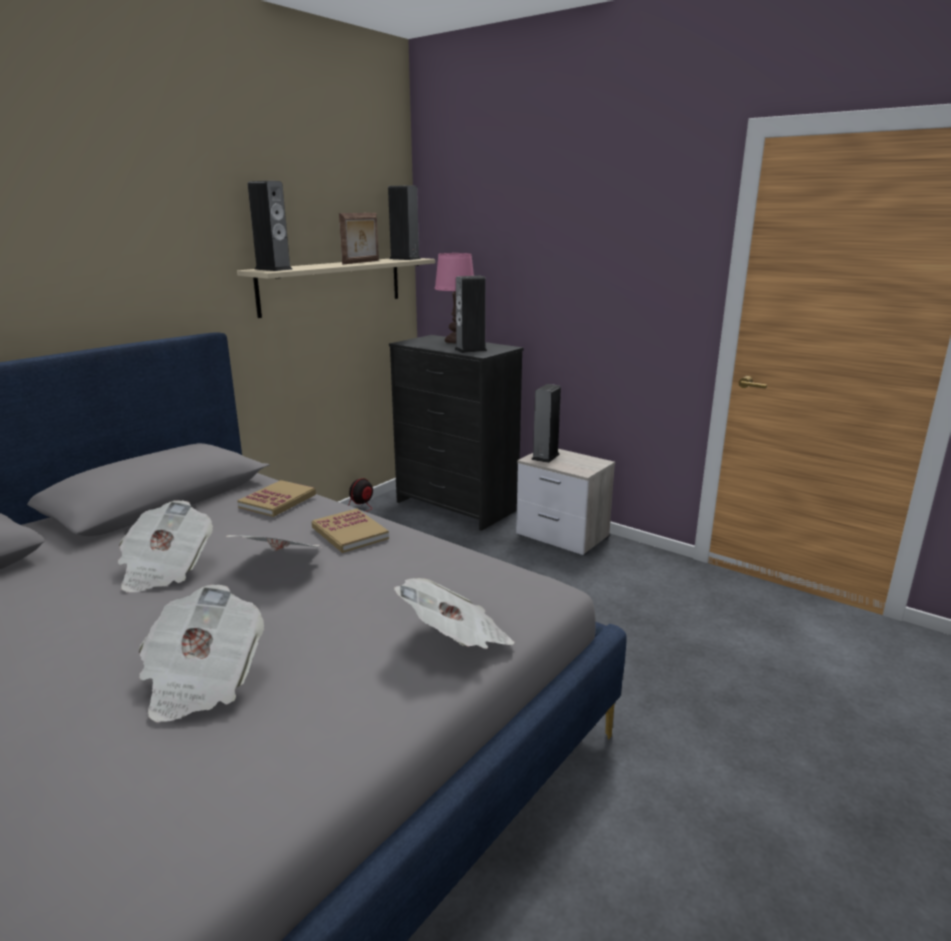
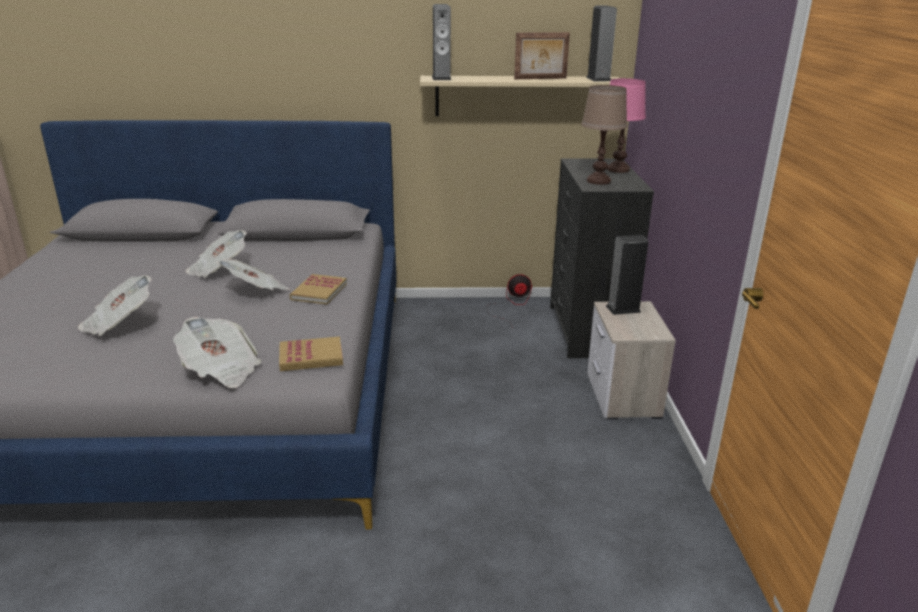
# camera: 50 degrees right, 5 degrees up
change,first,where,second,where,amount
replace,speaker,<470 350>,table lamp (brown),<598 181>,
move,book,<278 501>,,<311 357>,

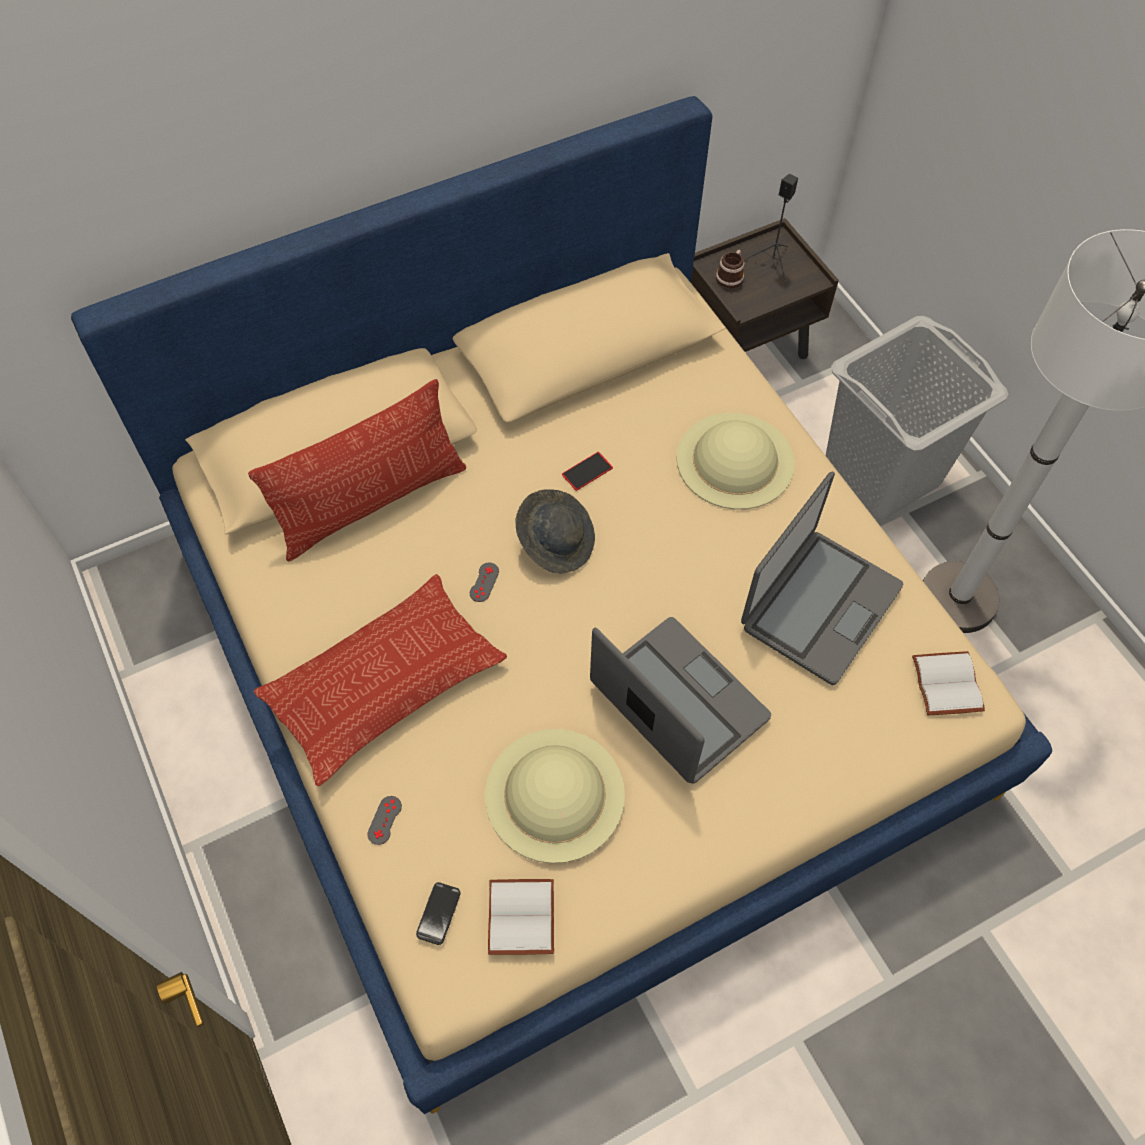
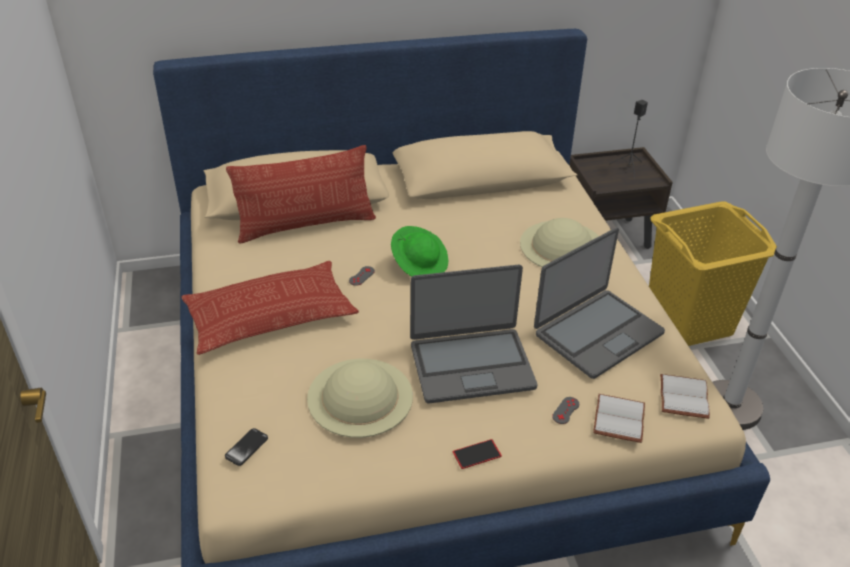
# camera: 15 degrees right, 20 degrees down
change,first,where,second,where,amount
delete,mug,<731 276>,,,
recolor,laundry basket (grey),<882 474>,laundry basket (yellow),<689 322>,
move,phone,<587 471>,,<477 454>,
recolor,hat (grey),<556 541>,hat (green),<420 264>,
rotate,laptop,<677 702>,,<471 365>,105 degrees clockwise
move,game controller (grey),<384 820>,,<565 410>,
move,book (white),<523 918>,,<620 420>,

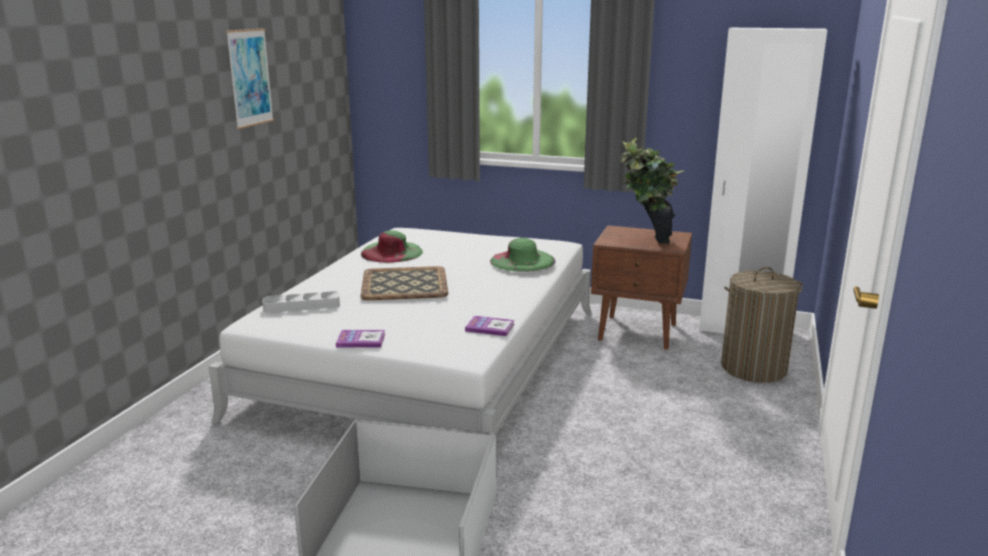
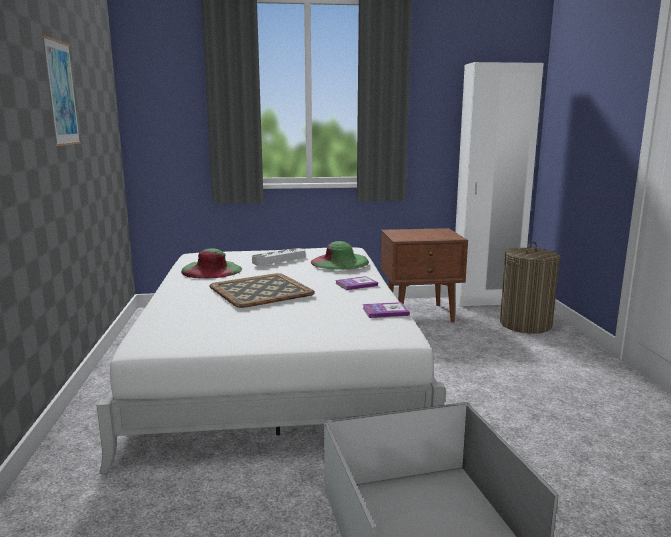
# camera: 25 degrees left, 5 degrees down
change,first,where,second,where,amount
delete,potted plant,<646 242>,,,
move,tray (grey),<302 306>,,<279 260>,
move,book,<361 340>,,<356 284>,

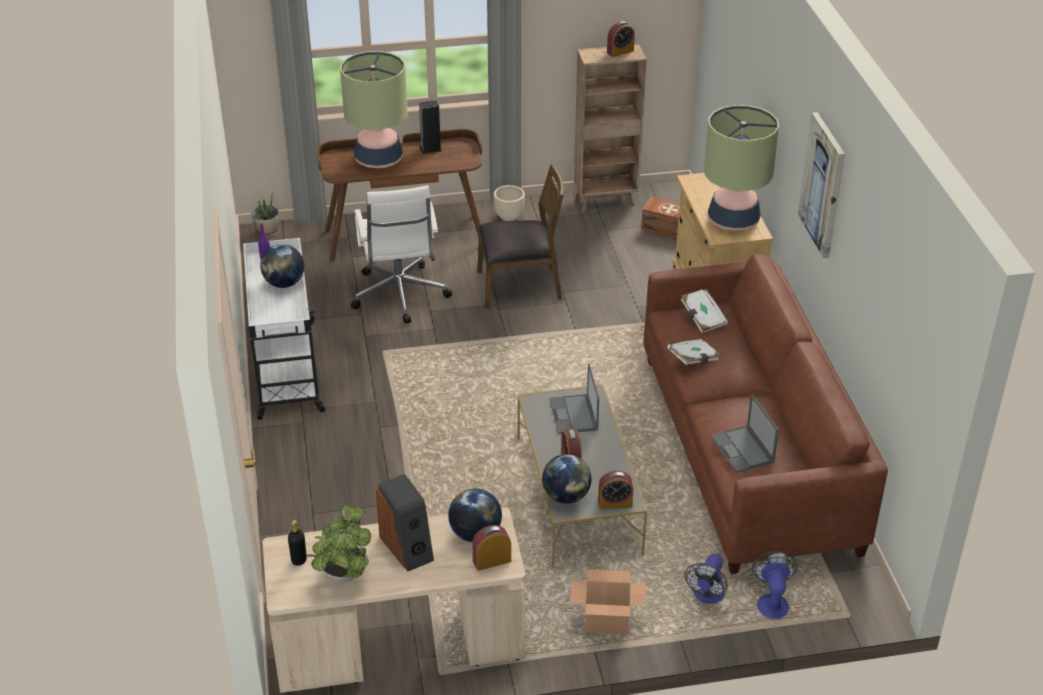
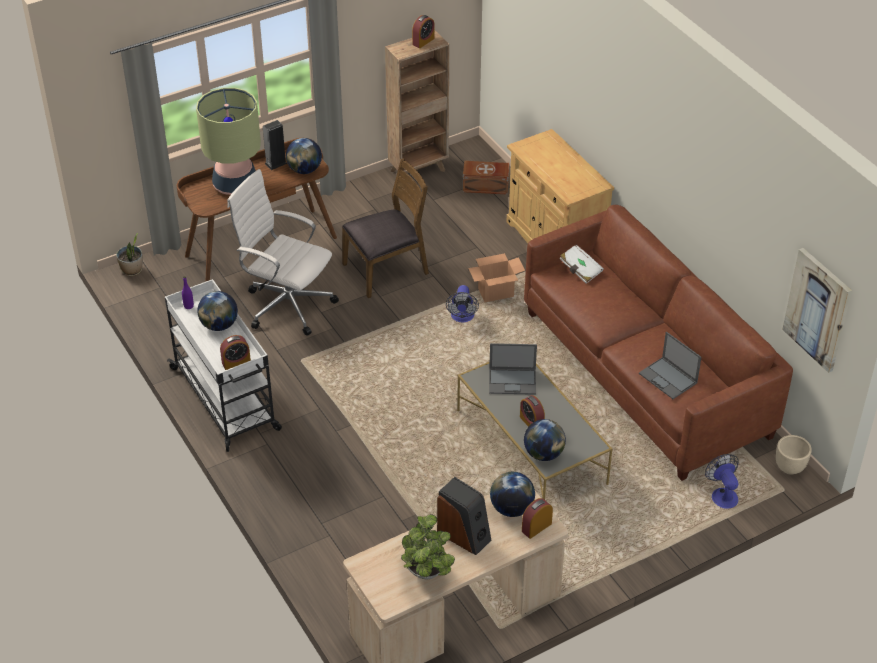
# camera: 20 degrees left, 5 degrees up
change,first,where,second,where,amount
delete,table lamp,<733 220>,,,
move,picture,<823 185>,,<818 309>,
move,planter (beige),<509 217>,,<790 468>,
rotate,office chair (white),<399 296>,,<287 304>,150 degrees clockwise
delete,book (white),<694 360>,,,
rotate,laptop,<574 415>,,<513 381>,60 degrees counterclockwise
move,alarm clock,<615 503>,,<236 362>,
delete,bottle (black),<299 560>,,,
move,fan,<707 596>,,<462 318>,
move,cardboard box,<606 622>,,<495 293>,
insert,,,globe,<304 170>,

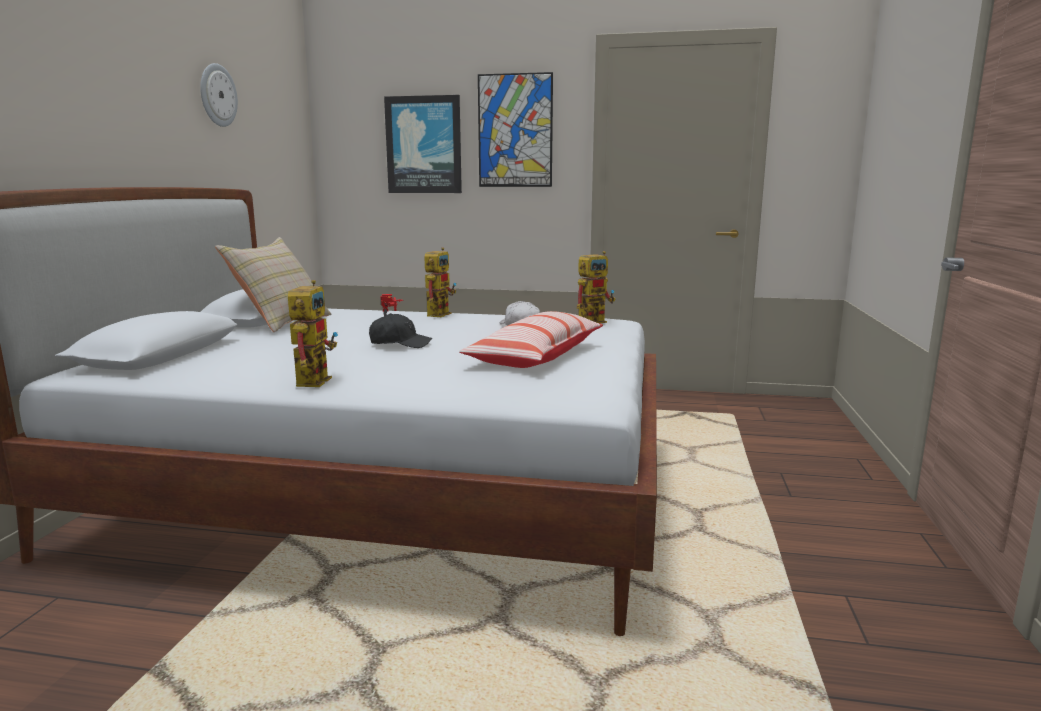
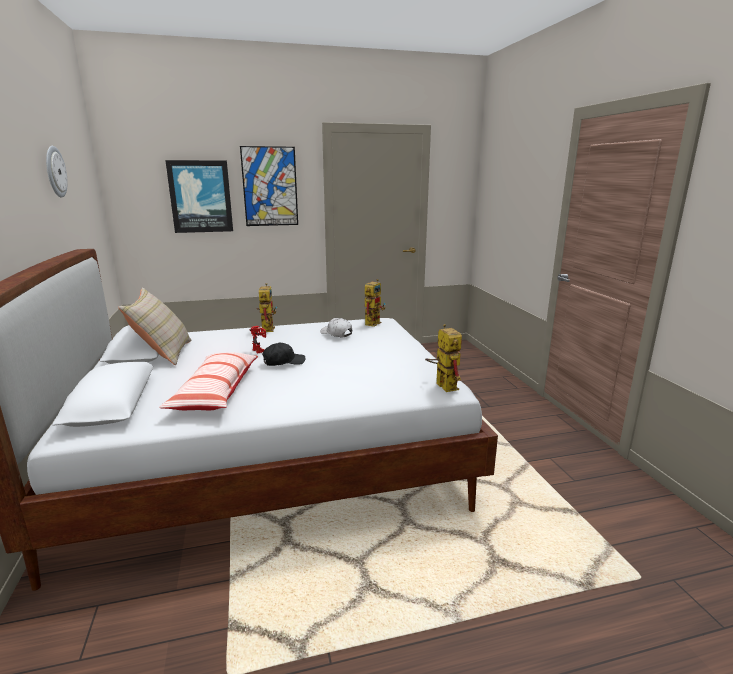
# camera: 25 degrees left, 5 degrees up
change,first,where,second,where,amount
move,toy robot,<313 379>,,<442 384>,
move,pillow,<537 357>,,<216 392>,

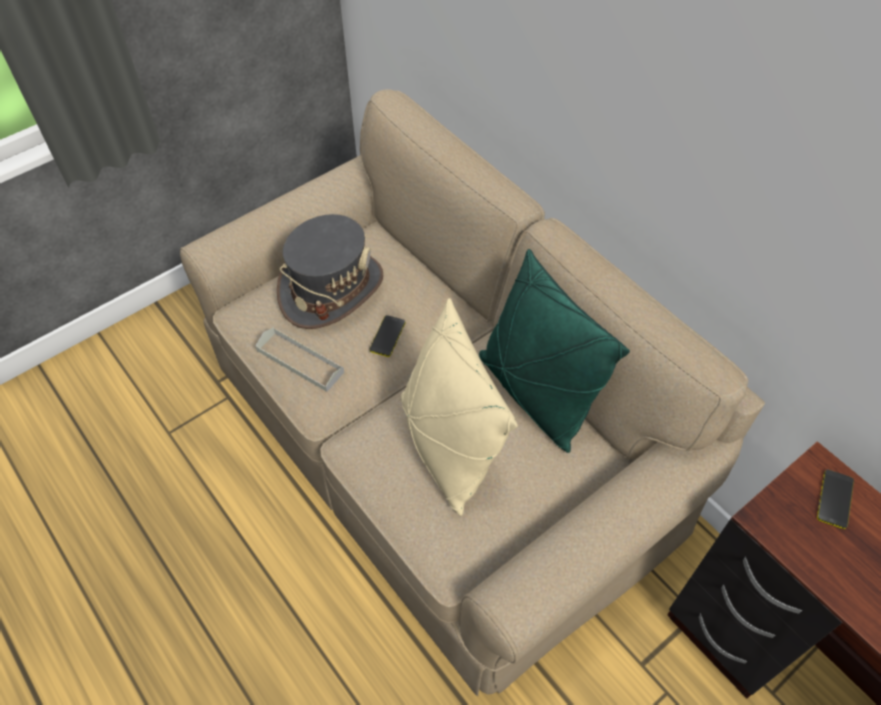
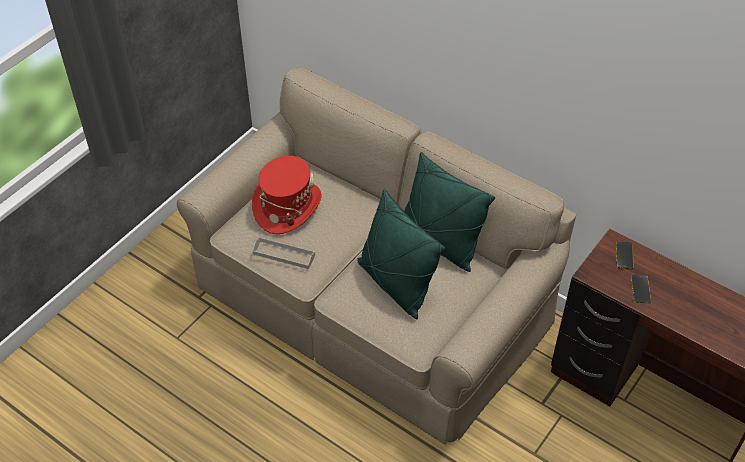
# camera: 15 degrees left, 5 degrees down
change,first,where,second,where,amount
recolor,hat (grey),<331 289>,hat (red),<287 206>,
recolor,pillow (beige),<447 447>,pillow (green),<395 284>,
move,phone,<387 336>,,<640 289>,

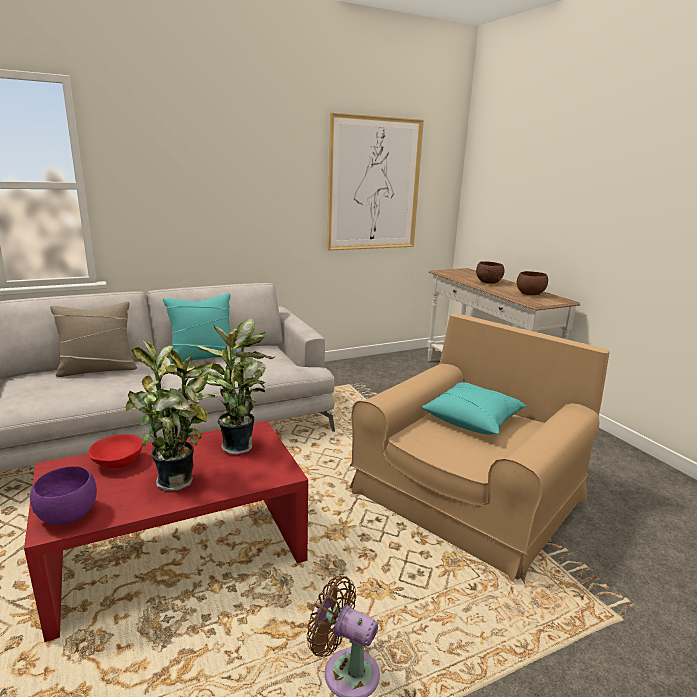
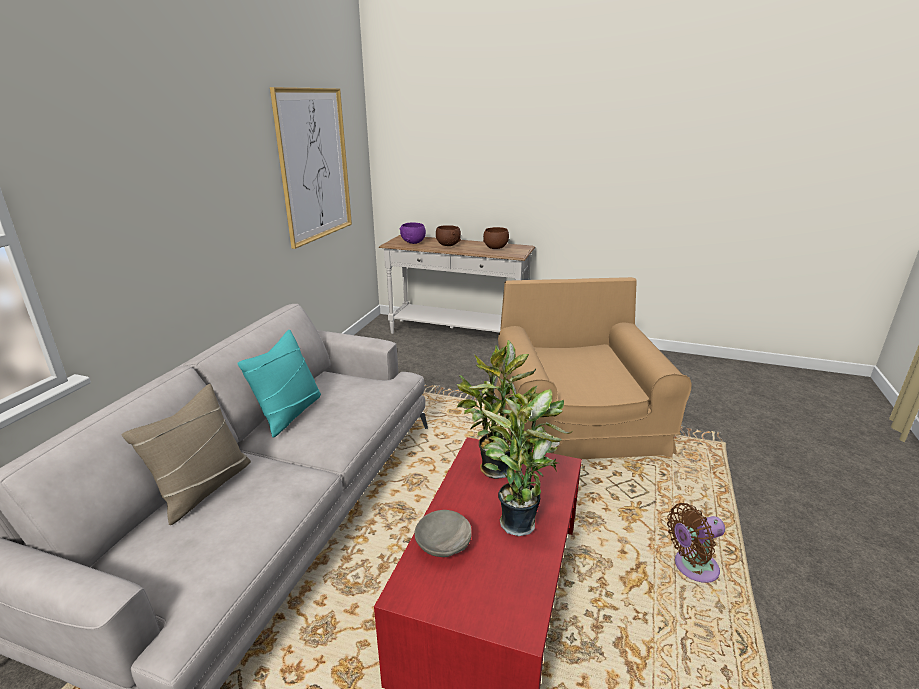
# camera: 45 degrees left, 5 degrees up
change,first,where,second,where,amount
delete,pillow (turquoise),<472 420>,,,
recolor,bowl (red),<118 462>,bowl (grey),<443 545>,
move,bowl (purple),<68 516>,,<413 242>,

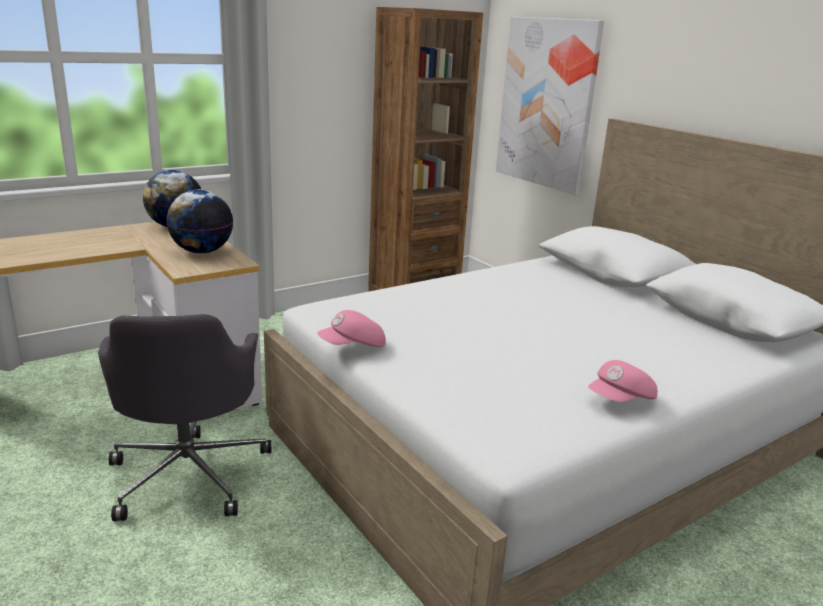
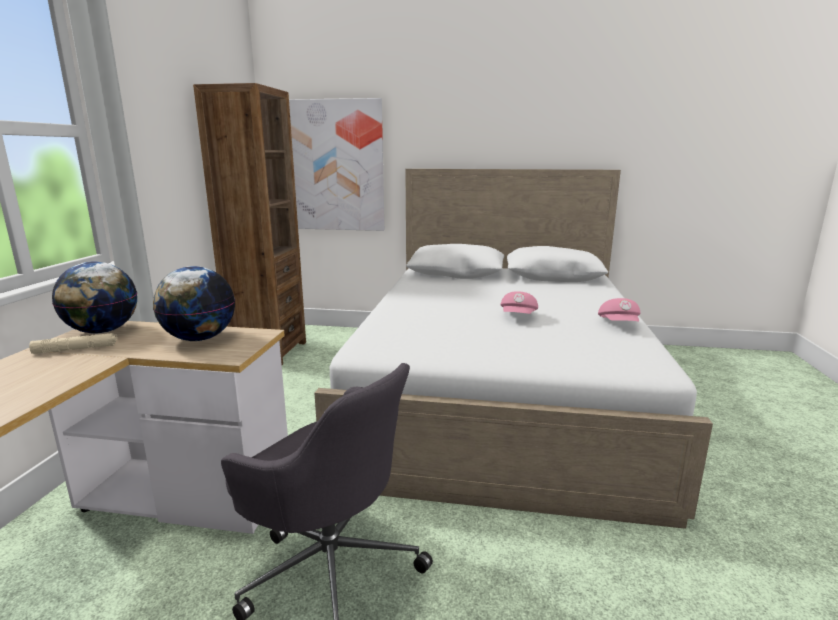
# camera: 45 degrees left, 5 degrees down
change,first,where,second,where,amount
move,cap (pink),<353 346>,,<518 317>,
insert,,,flashlight (beige),<76 349>,

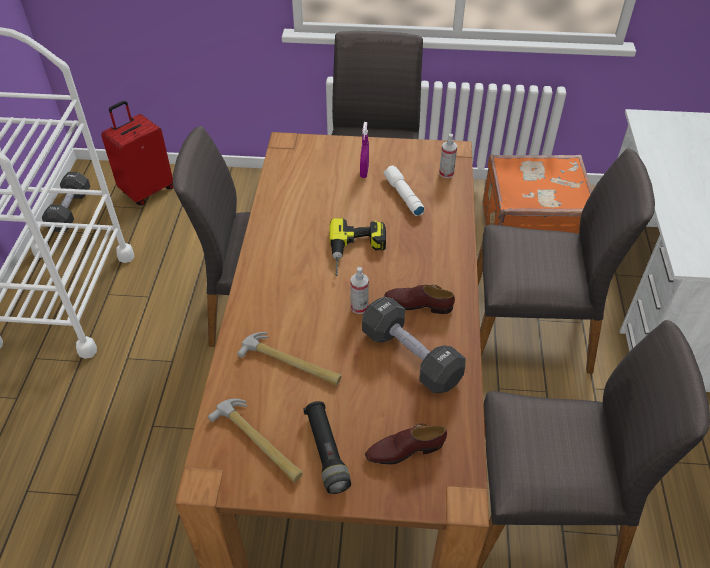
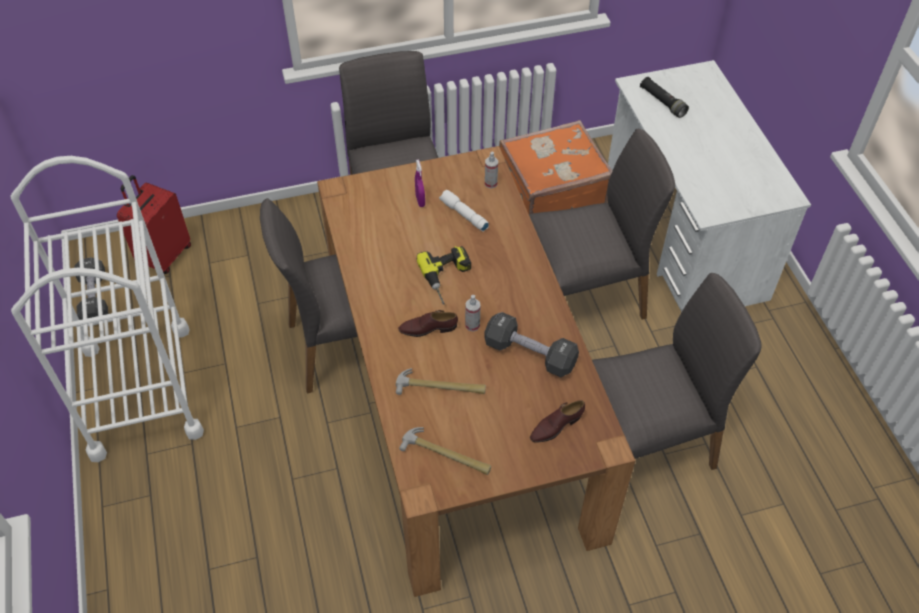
# camera: 20 degrees left, 5 degrees up
change,first,where,second,where,amount
move,shoe (brown),<418 304>,,<428 328>,
move,flashlight (black),<326 452>,,<662 102>,

